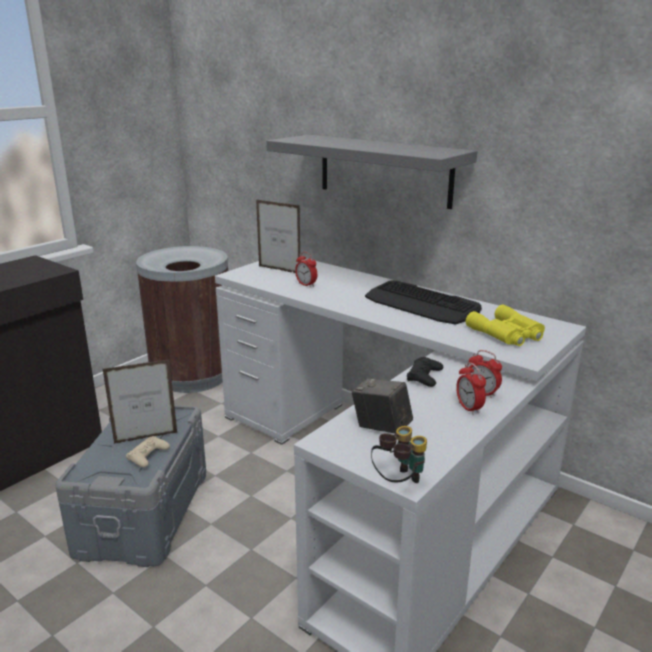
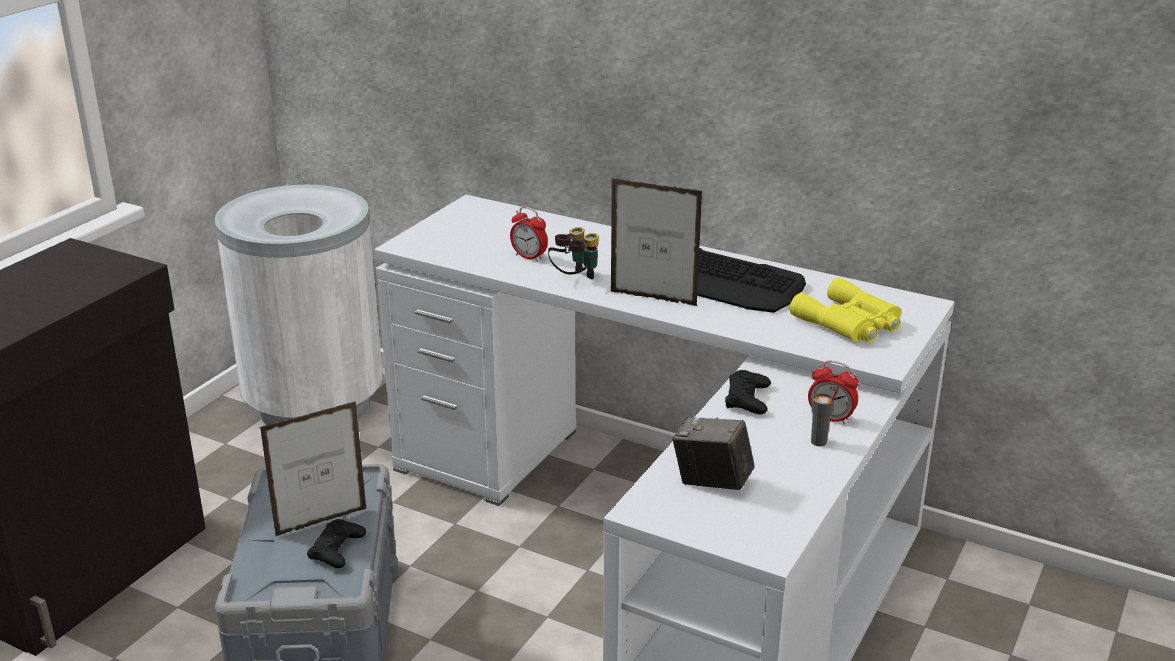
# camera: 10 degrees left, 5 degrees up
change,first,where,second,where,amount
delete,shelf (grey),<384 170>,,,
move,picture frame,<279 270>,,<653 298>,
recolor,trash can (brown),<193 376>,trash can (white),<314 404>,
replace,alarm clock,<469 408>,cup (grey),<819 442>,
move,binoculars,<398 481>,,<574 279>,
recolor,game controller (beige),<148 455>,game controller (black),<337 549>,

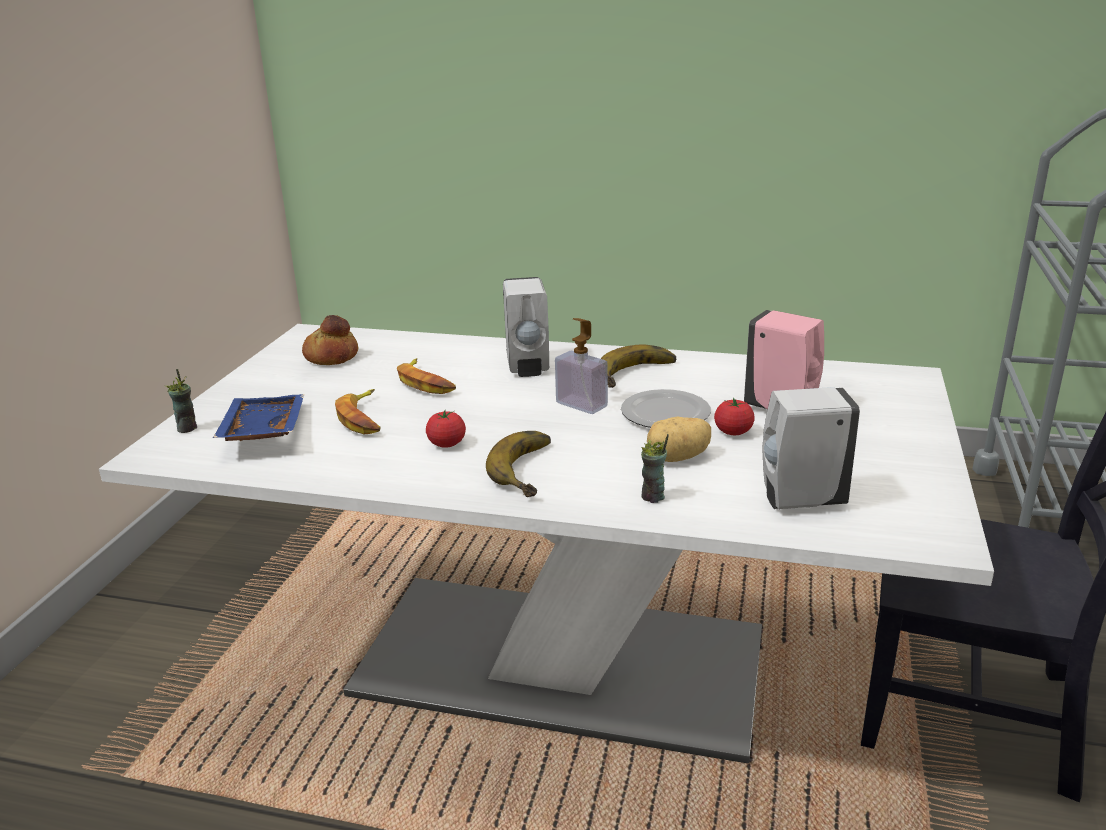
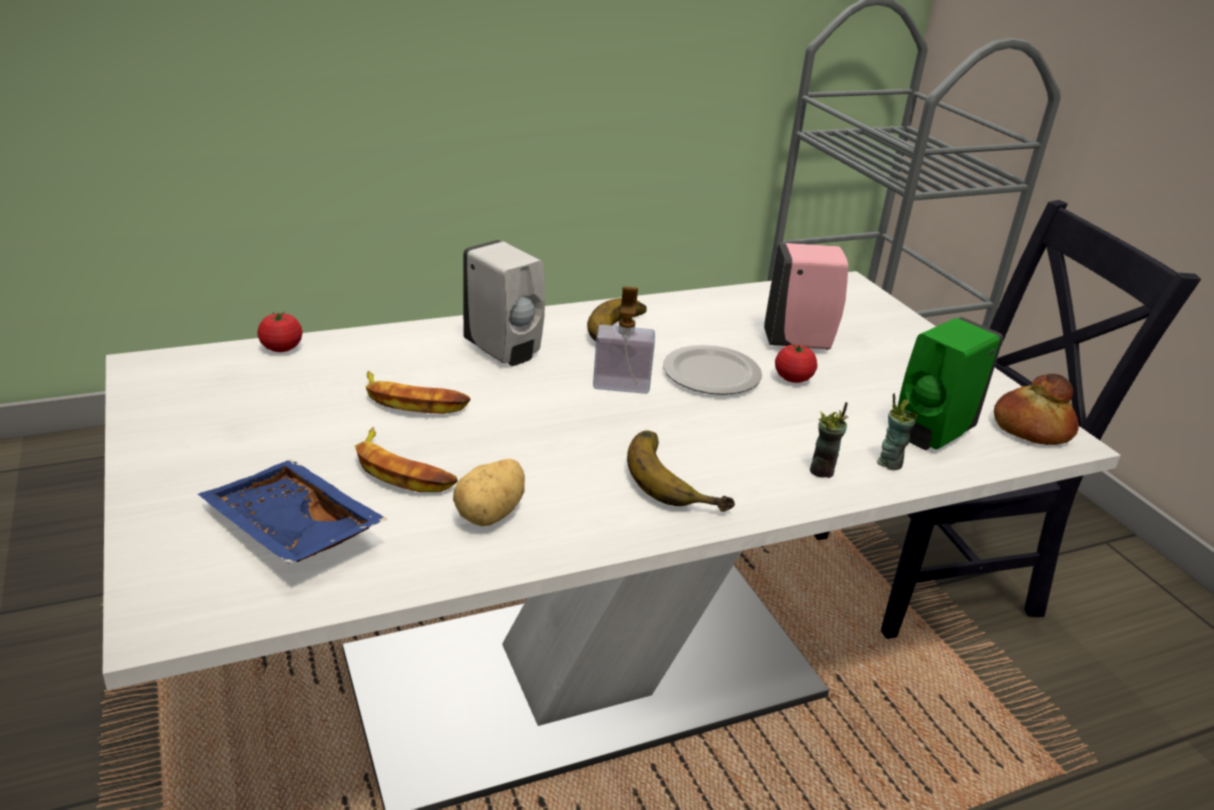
# camera: 40 degrees left, 5 degrees up
change,first,where,second,where,amount
move,bread,<330 356>,,<1031 428>,
move,cup,<187 428>,,<890 463>,
recolor,soap dispenser (white),<799 500>,soap dispenser (green),<930 435>,
move,tomato,<446 444>,,<281 348>,
move,potato,<679 458>,,<492 514>,

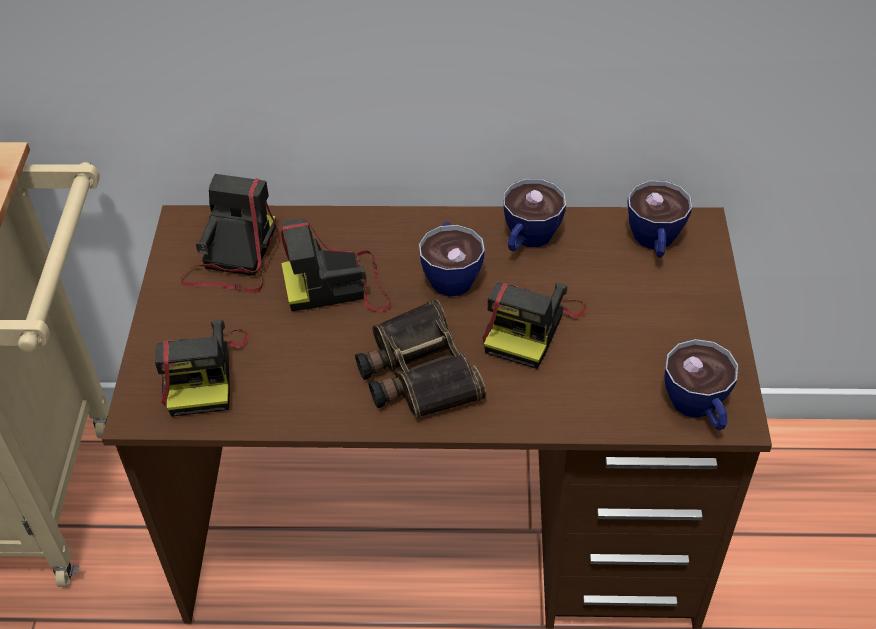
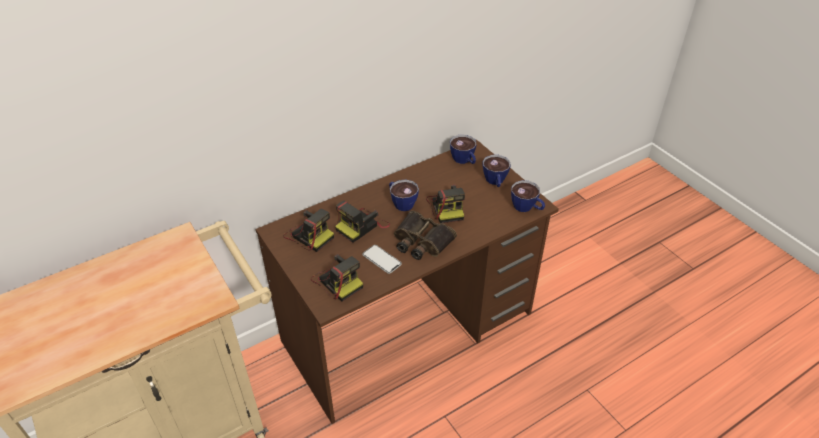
# camera: 35 degrees left, 5 degrees down
change,first,where,second,where,amount
rotate,photo camera,<235 258>,,<309 234>,150 degrees clockwise
move,cup,<527 240>,,<495 182>,
insert,,,phone,<381 259>,

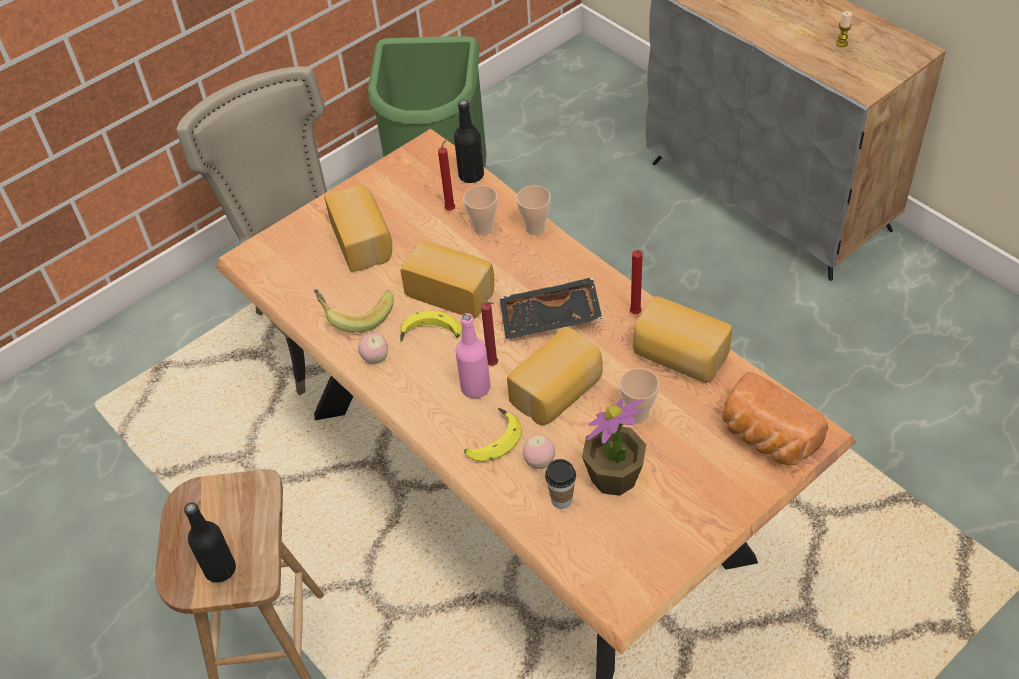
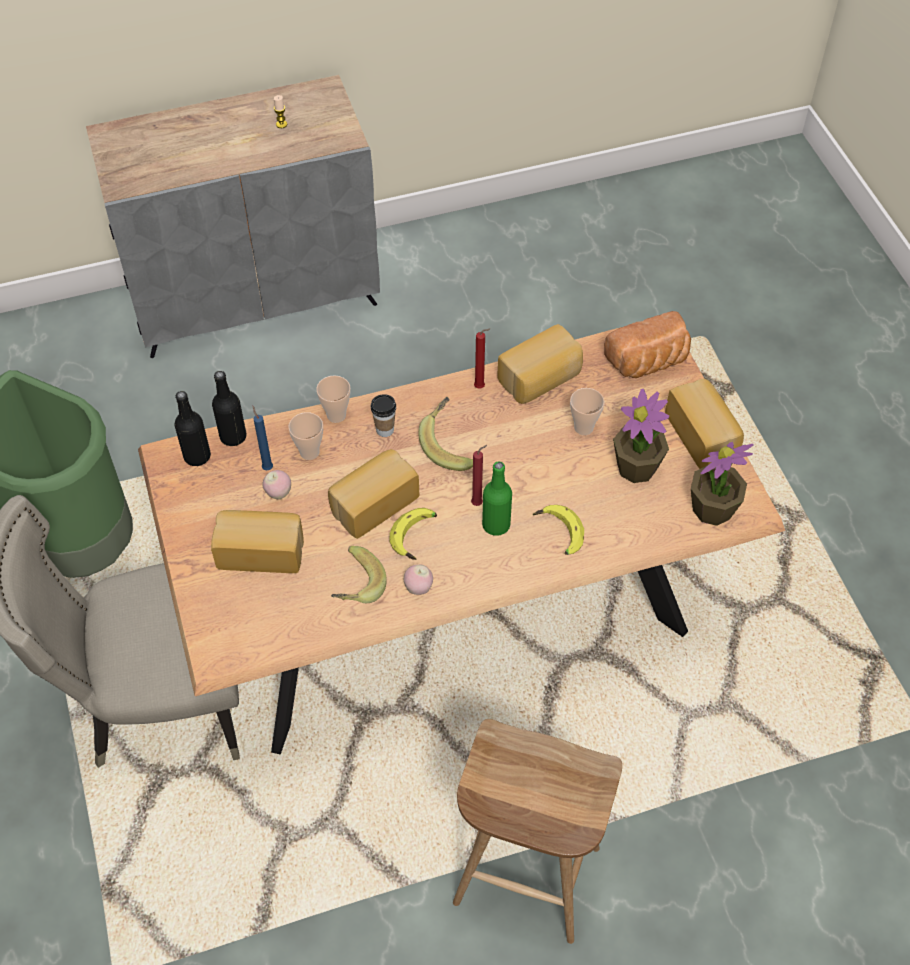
# camera: 70 degrees left, 5 degrees up
change,first,where,second,where,amount
recolor,candle (red),<451 209>,candle (blue),<267 467>,
replace,tray (black),<550 319>,banana,<451 445>,
recolor,bottle (pink),<475 388>,bottle (green),<496 525>,
move,bread,<558 392>,,<703 435>,
move,apple,<539 462>,,<278 493>,
move,cup,<561 500>,,<385 430>,
move,bottle (black),<220 569>,,<197 456>,
insert,,,potted plant,<712 509>,

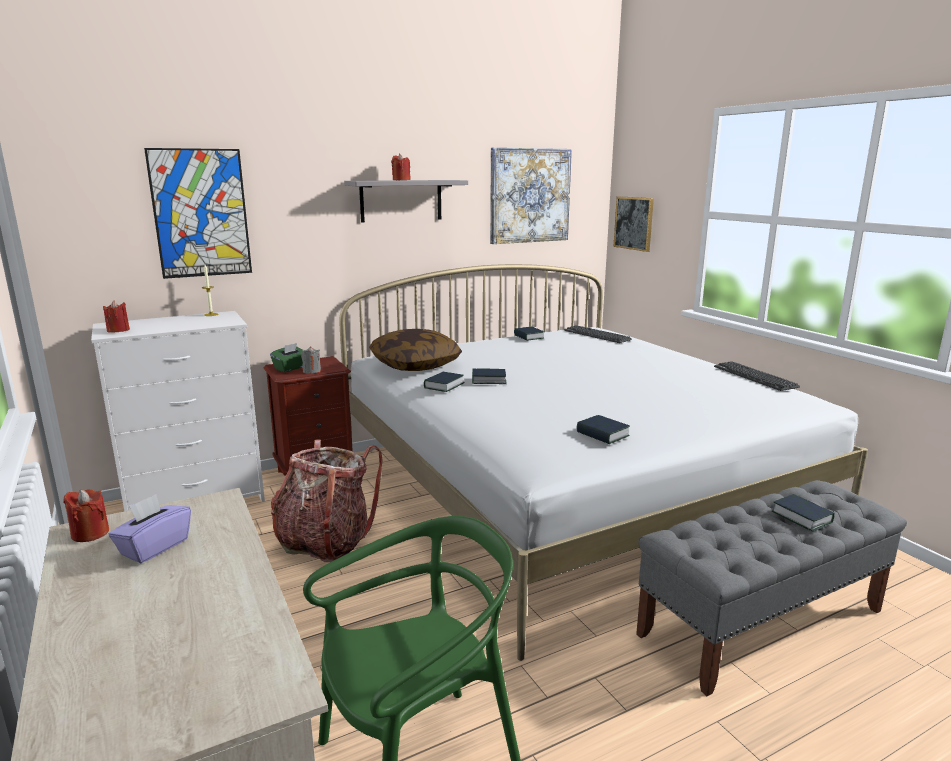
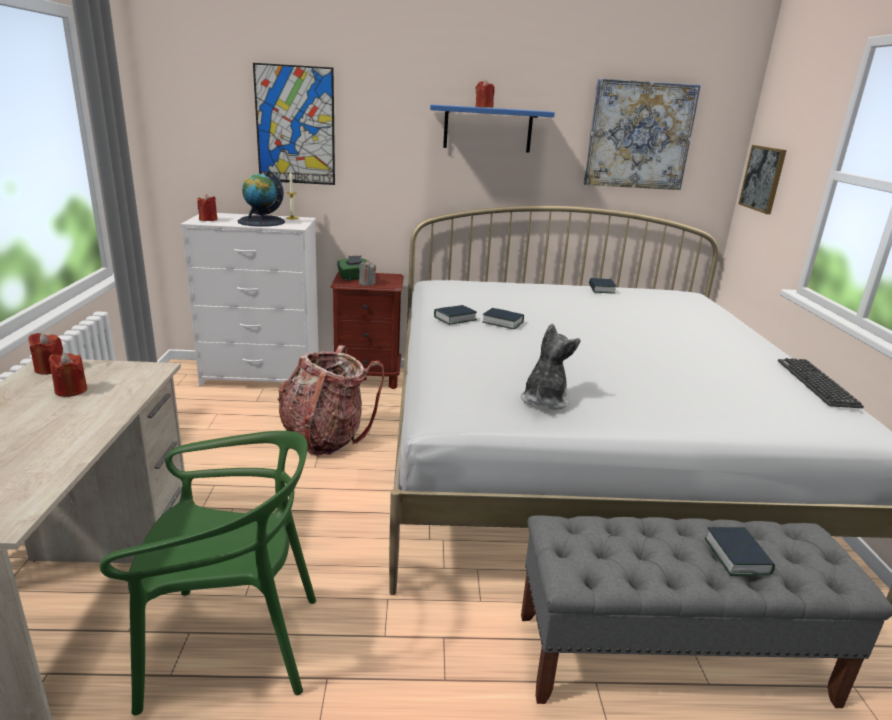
# camera: 25 degrees right, 5 degrees up
change,first,where,second,where,amount
recolor,shelf (grey),<401 200>,shelf (blue),<487 129>,
delete,keyboard,<597 335>,,,
delete,pillow,<415 365>,,,
replace,book,<602 434>,plush toy,<544 399>,
replace,tissue box (purple),<154 547>,candle (red),<71 390>,
insert,,,globe,<261 222>,

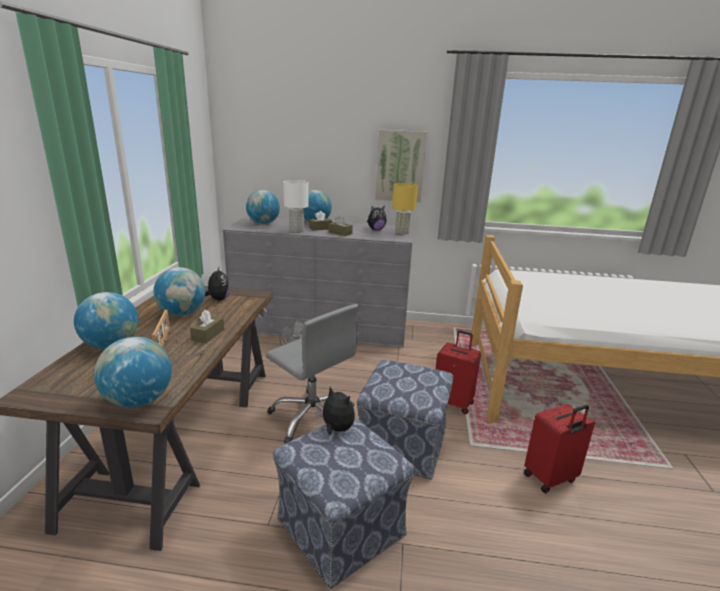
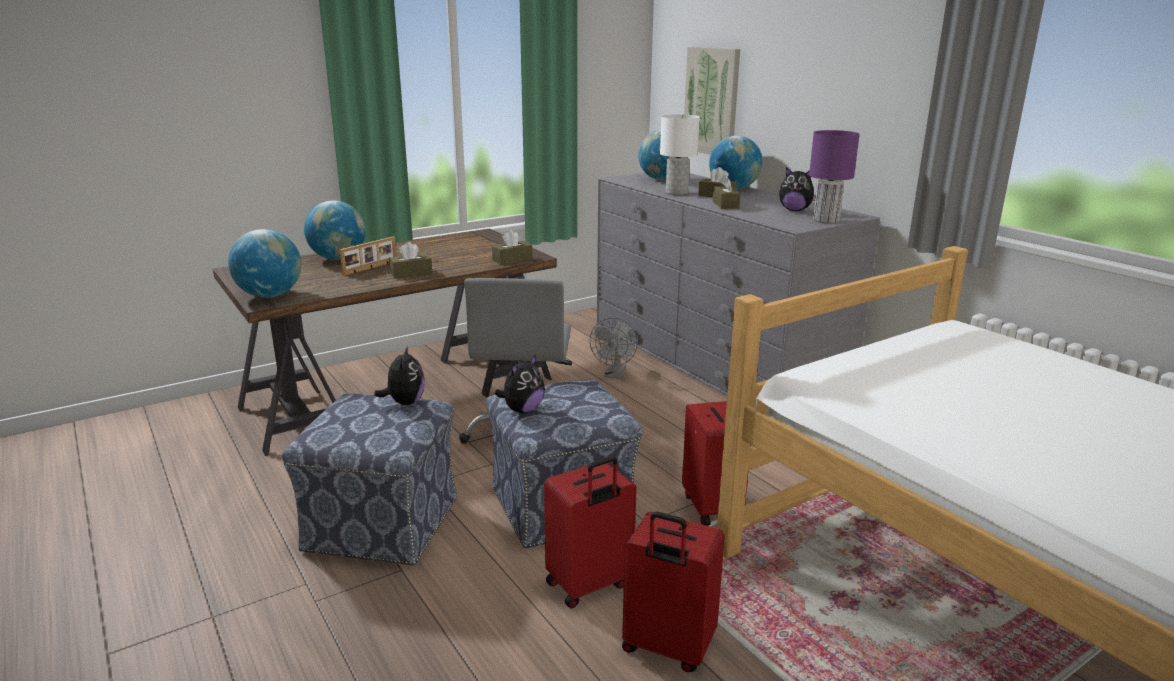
# camera: 50 degrees right, 0 degrees up
change,first,where,second,where,amount
move,picture,<400 166>,,<712 101>,
recolor,table lamp (yellow),<401 232>,table lamp (purple),<825 220>,
delete,globe,<182 313>,,,
move,plush toy,<218 299>,,<522 410>,
insert,,,tissue box (brown),<512 260>,
insert,,,suitcase (red),<589 585>,

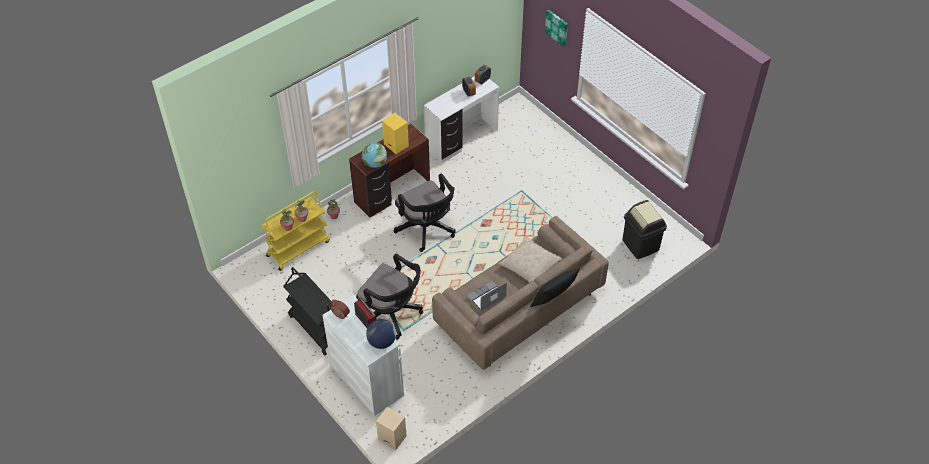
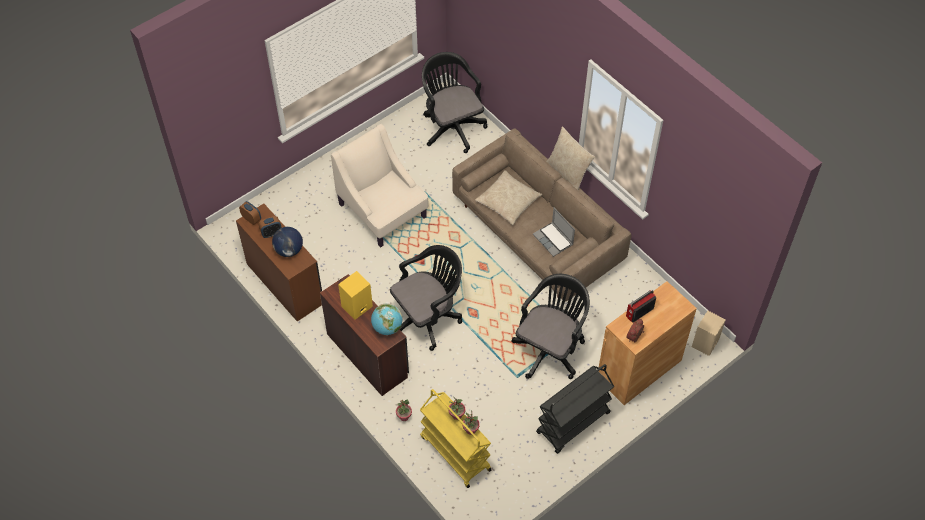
# camera: 90 degrees left, 5 degrees up
change,first,where,second,where,amount
delete,picture,<557 27>,,,
recolor,desk (white),<462 140>,desk (brown),<285 283>,
replace,trash can (black),<641 245>,office chair (black),<451 127>,
recolor,pillow (black),<553 300>,pillow (beige),<568 174>,
recolor,cabinet (white),<367 381>,cabinet (brown),<639 369>,
move,globe,<381 342>,,<289 250>,
insert,,,armchair (beige),<383 211>,

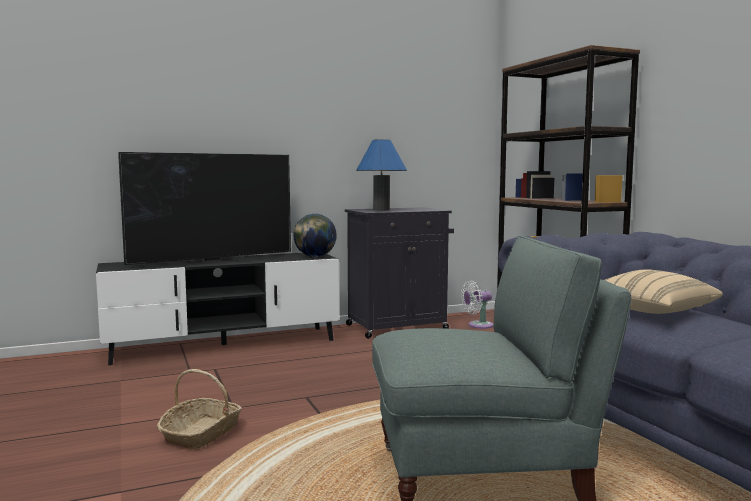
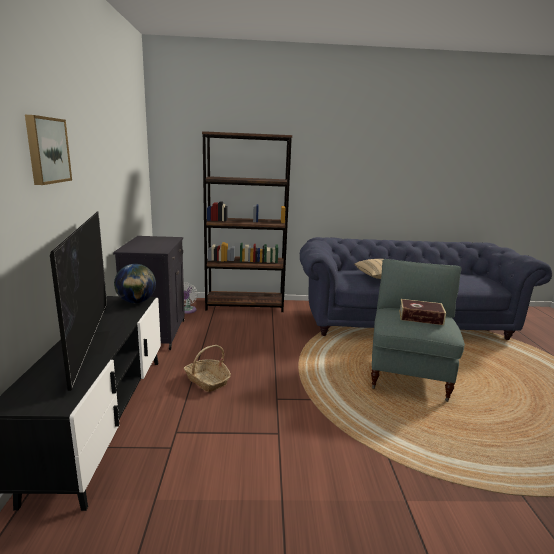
# camera: 70 degrees left, 10 degrees up
change,first,where,second,where,amount
delete,table lamp (blue),<381 210>,,,
move,basket,<201 433>,,<207 381>,
insert,,,picture,<46 150>,
insert,,,book,<420 317>,

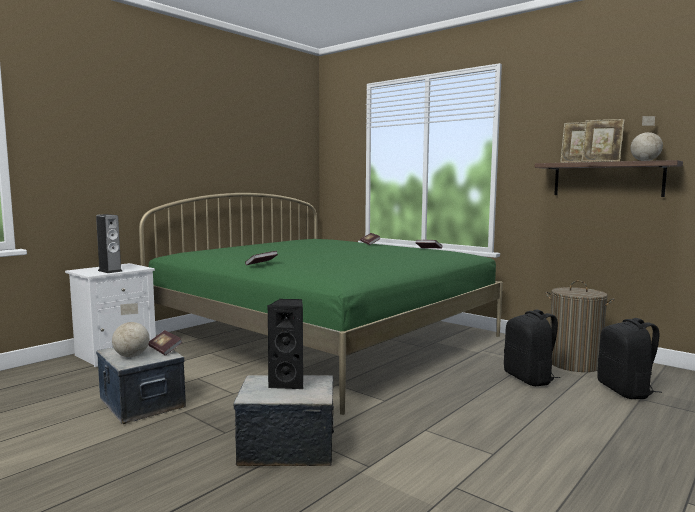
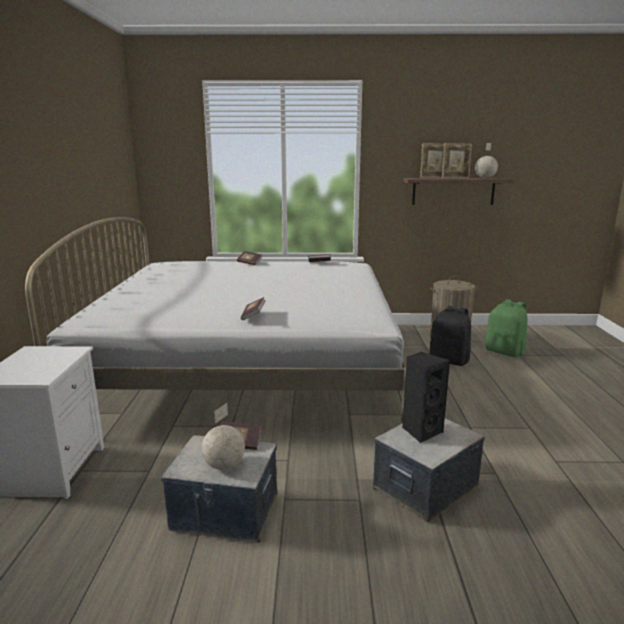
# camera: 40 degrees left, 10 degrees up
change,first,where,second,where,amount
recolor,bed (green),<324 337>,bed (white),<248 370>,
delete,speaker,<110 271>,,,
recolor,backpack (black),<626 391>,backpack (green),<505 352>,

